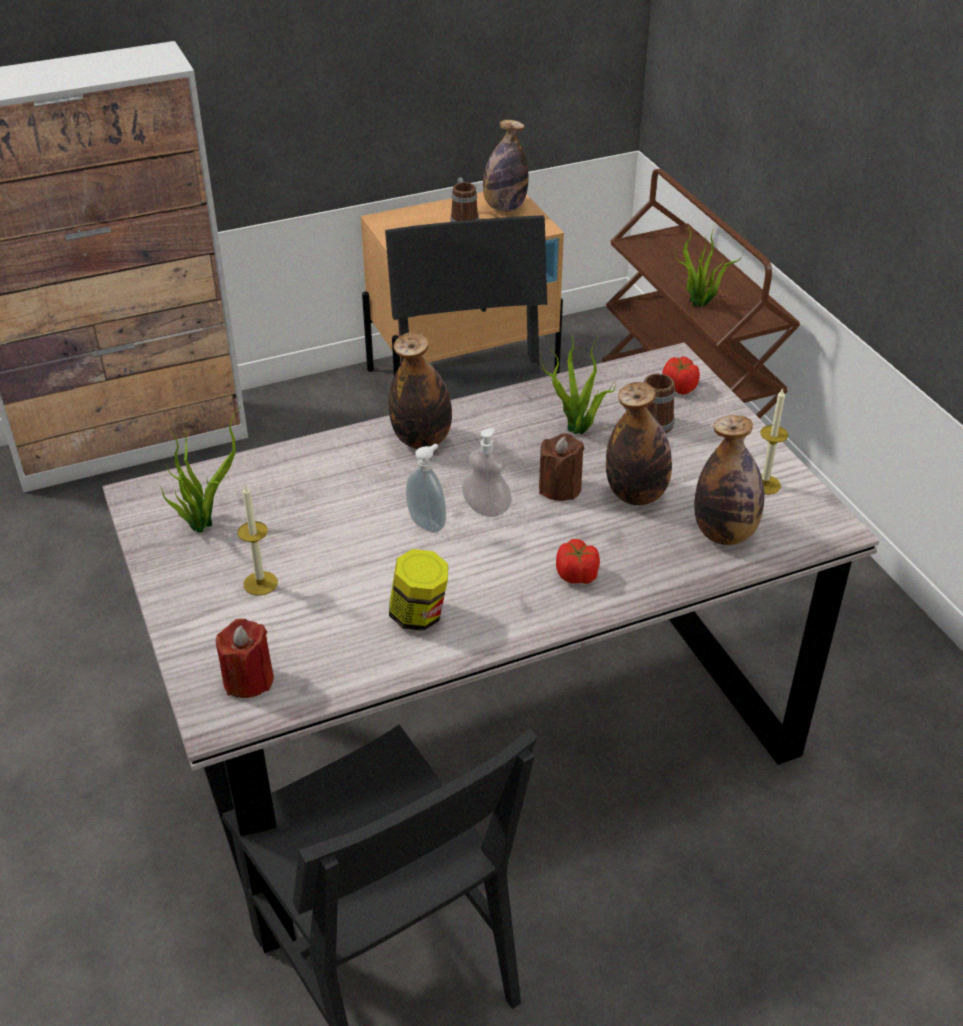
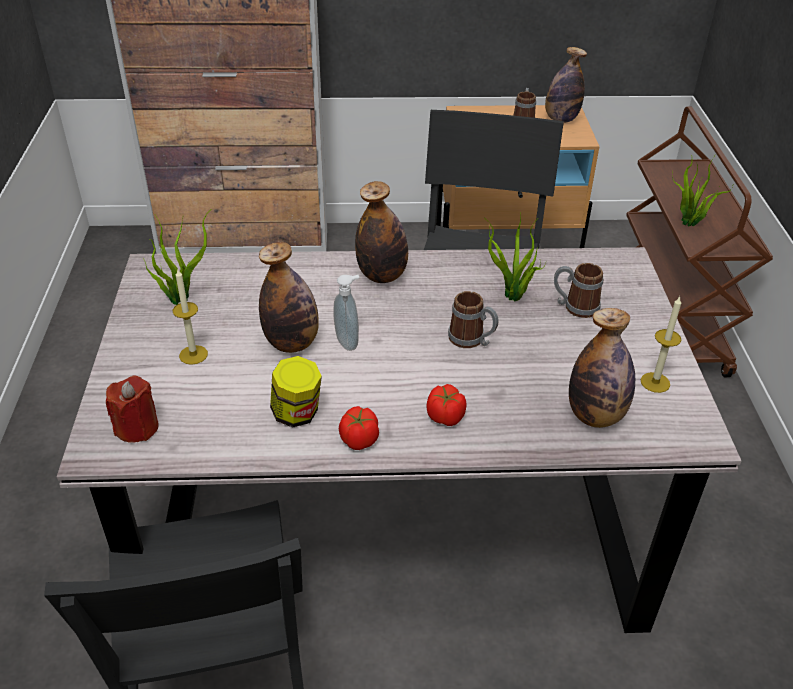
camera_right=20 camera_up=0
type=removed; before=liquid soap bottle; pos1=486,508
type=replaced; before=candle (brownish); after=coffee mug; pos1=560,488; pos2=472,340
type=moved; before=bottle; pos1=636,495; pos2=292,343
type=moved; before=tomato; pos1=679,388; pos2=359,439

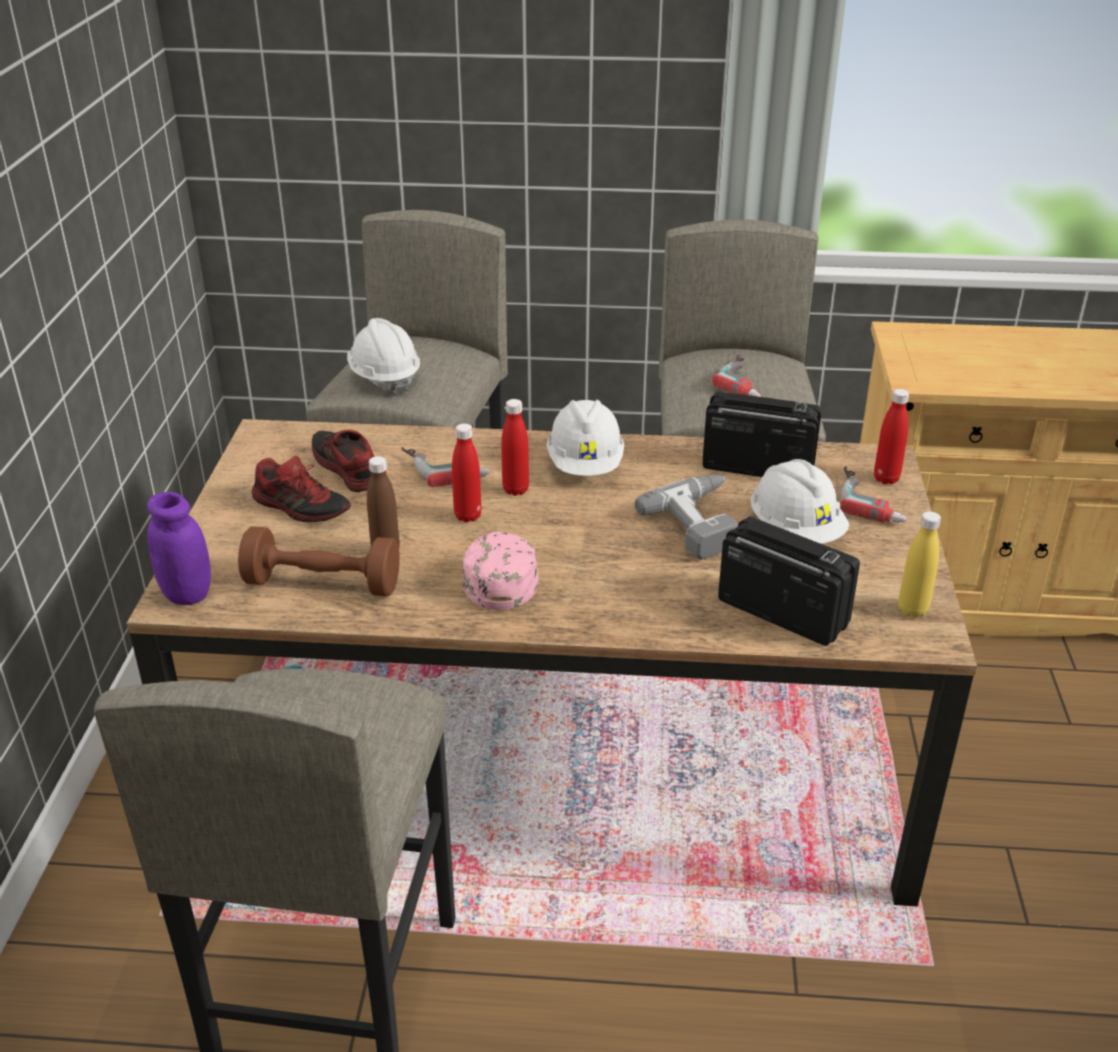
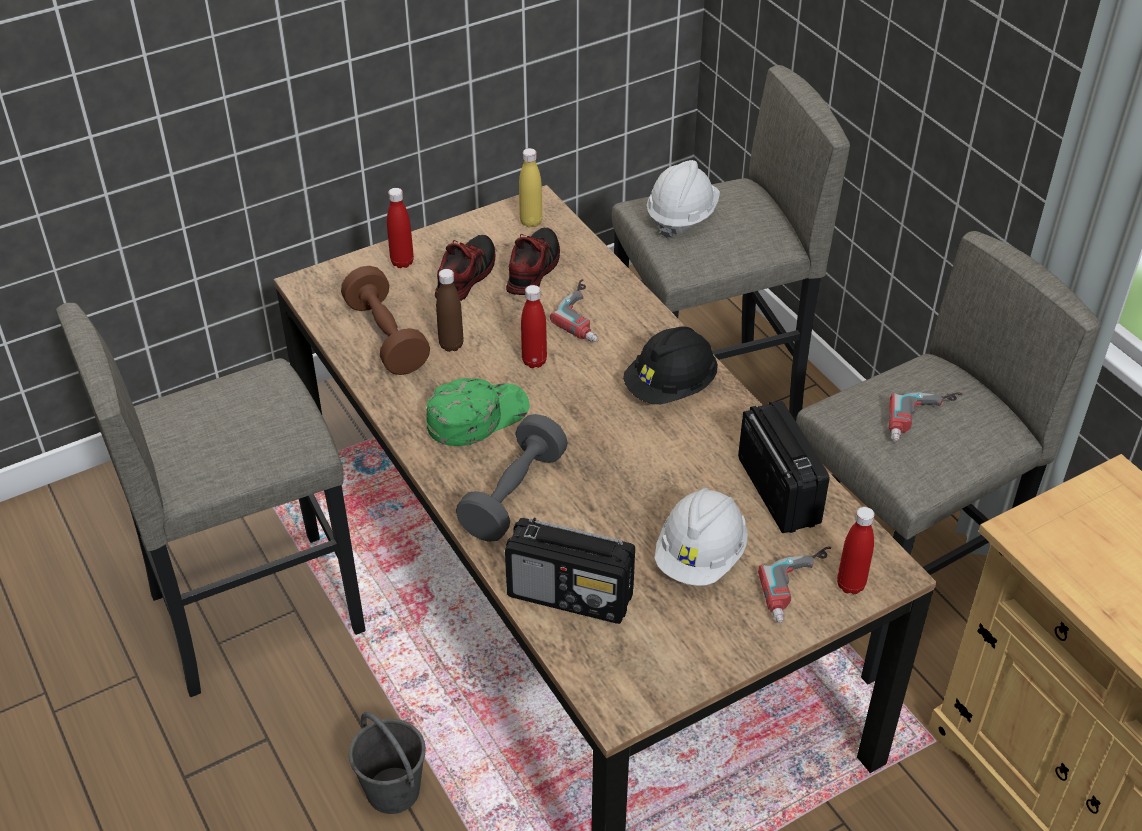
camera_right=55 camera_up=10
type=removed; before=preserve jar (purple-coloured); pos1=187,594
type=turned; before=low shoe; pos1=302,507; pos2=465,276; turn=-150
type=recoloured; before=baseball cap (pink); after=baseball cap (green-coloured); pos1=500,574; pos2=477,415
type=moved; before=bottle (reddish); pos1=515,490; pos2=402,262
type=recoloured; before=safety helmet (white); after=safety helmet (blackish); pos1=585,465; pos2=671,387
type=removed; before=electric drill; pos1=703,523
type=turned; before=radio; pos1=781,612; pos2=571,595; turn=105
type=moved; before=bottle (yellow-coloured); pos1=912,610; pos2=531,222
type=added; after=water bucket (gray); pos2=394,791
type=added; after=hand weight (gray); pos2=513,494

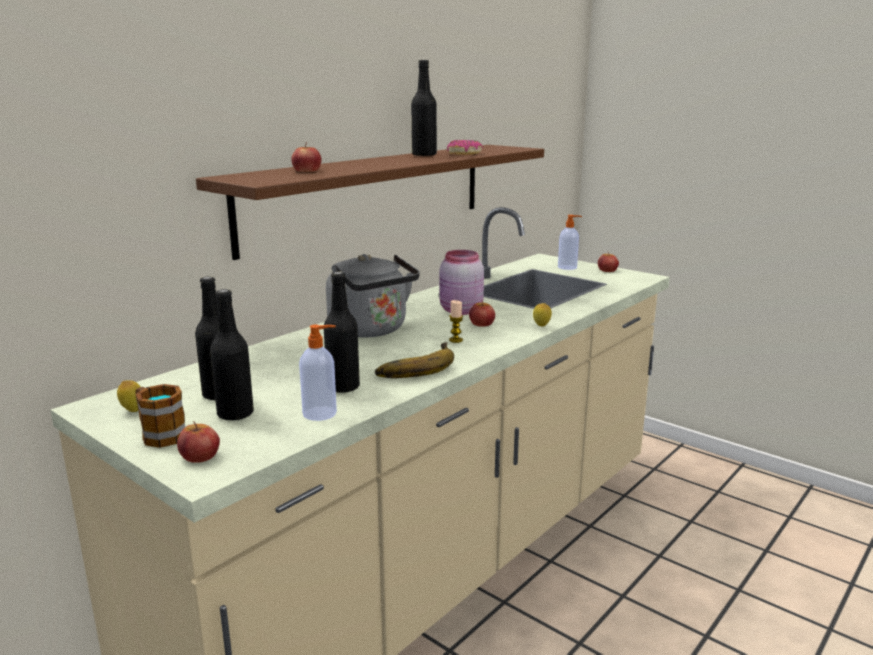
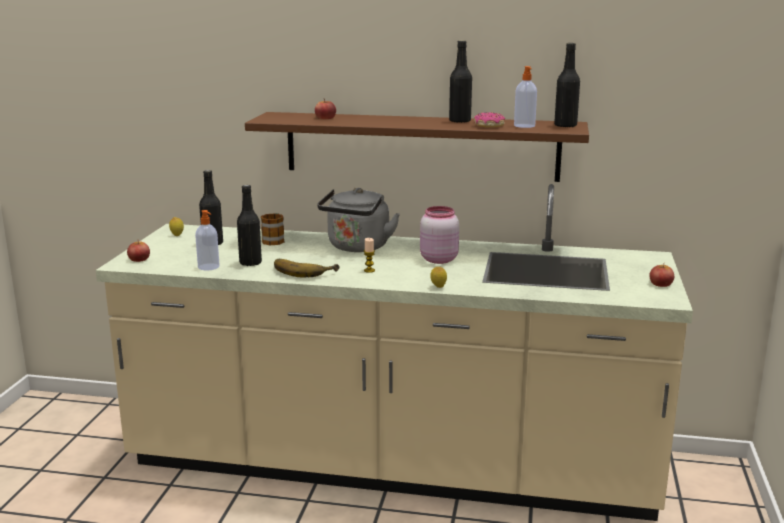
camera_right=60 camera_up=0
type=moved; before=coffee mug; pos1=159,434; pos2=274,240
type=moved; before=bottle (blackish); pos1=235,414; pos2=565,126
type=removed; before=whole apple; pos1=481,323
type=moved; before=liquid soap bottle; pos1=568,267; pos2=524,126

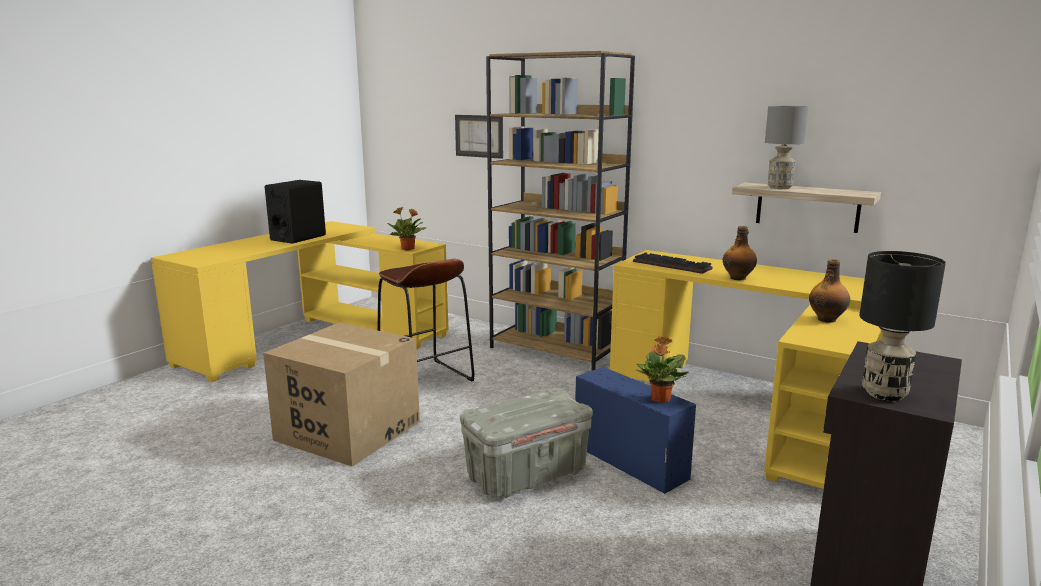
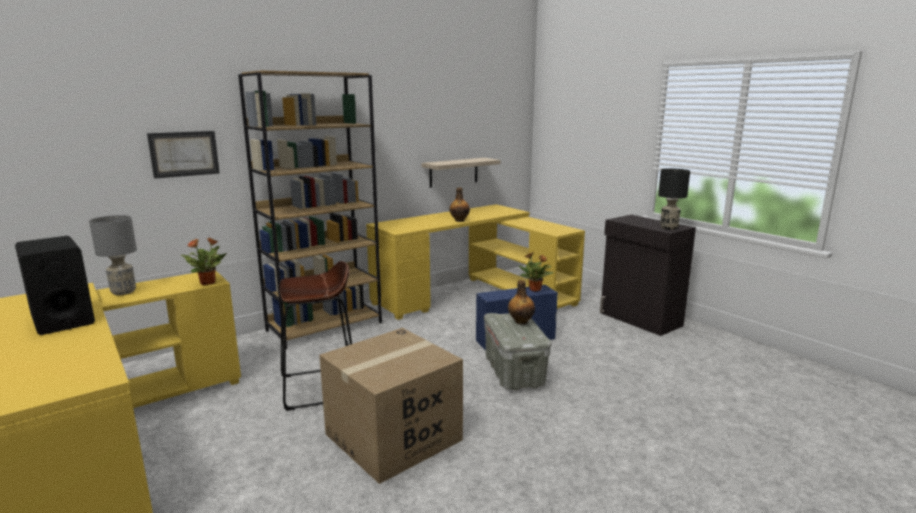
camera_right=-70 camera_up=0
type=removed; before=PC keyboard; pos1=673,265
type=moved; before=lamp for a table (gray); pos1=779,188; pos2=123,292
type=moved; before=bottle; pos1=827,319; pos2=521,322

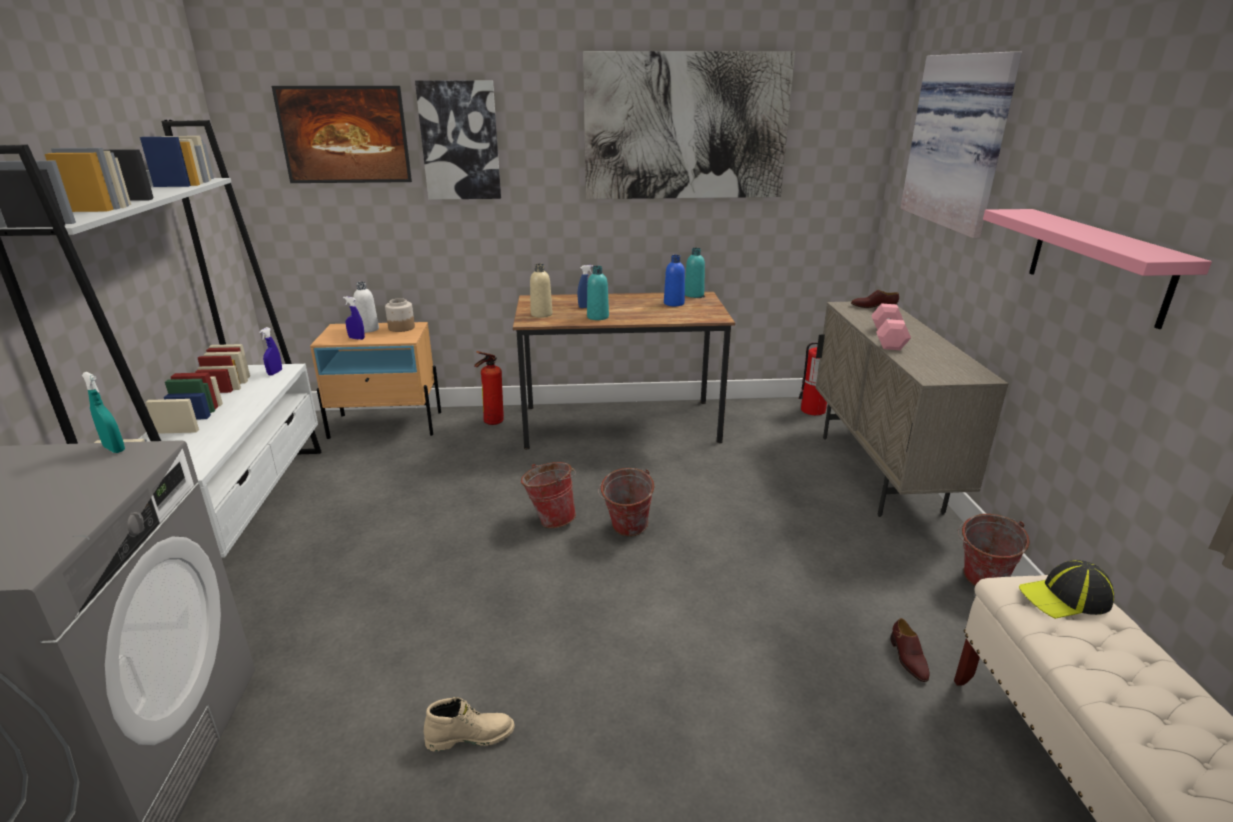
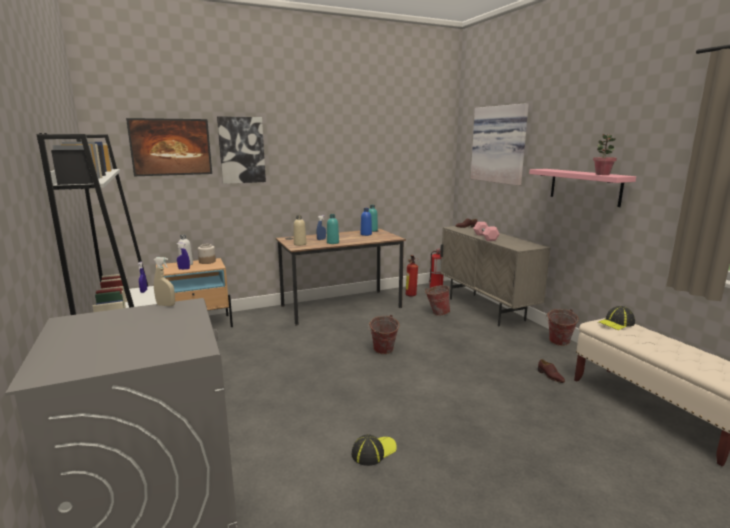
camera_right=-20 camera_up=-10
type=recoloured; before=spray bottle (turquoise); after=spray bottle (beige); pos1=114,449; pos2=166,305
type=replaced; before=high-top boot (beige); after=baseball cap; pos1=470,735; pos2=373,451
type=moved; before=extinguisher; pos1=491,423; pos2=410,295
type=moved; before=water bucket; pos1=550,519; pos2=436,313
type=removed; before=wall picture; pos1=686,127
type=added; after=potted plant; pos2=602,174

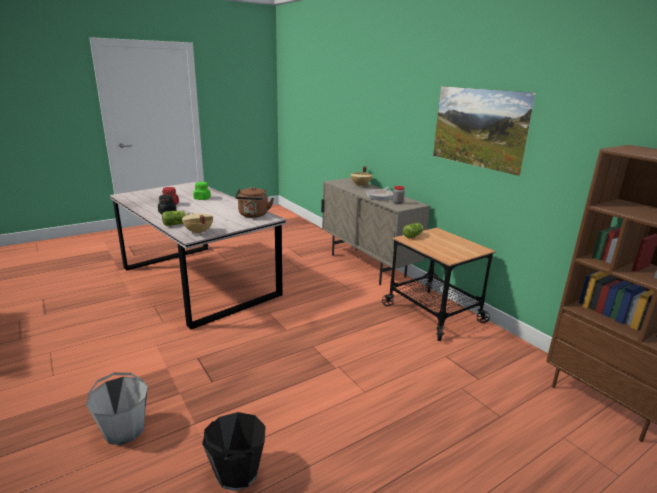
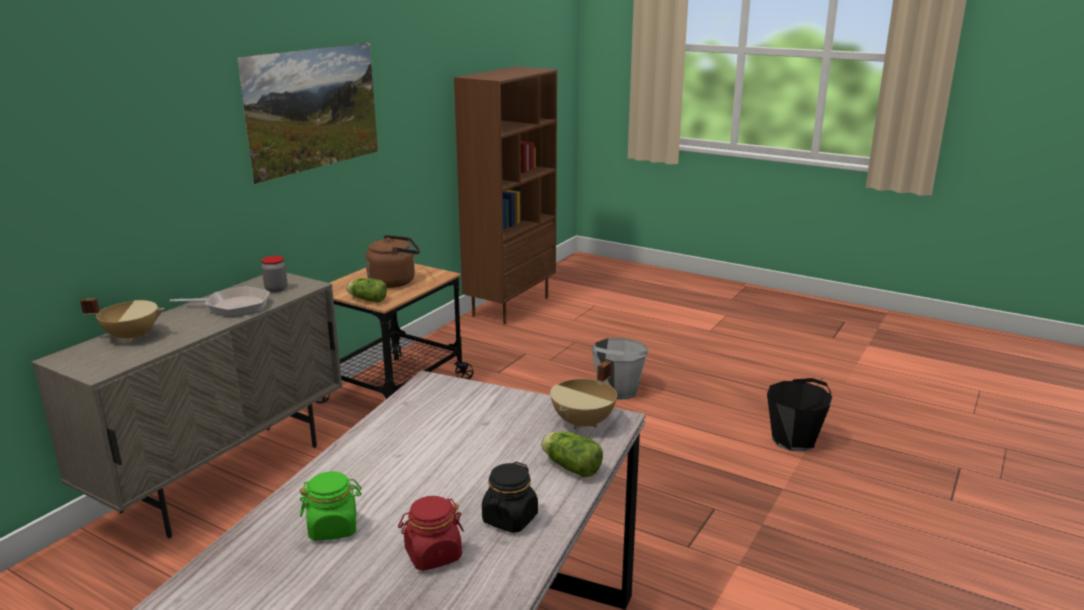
camera_right=-115 camera_up=0
type=moved; before=water bucket (gray); pos1=124,430; pos2=618,390
type=moved; before=kettle (brownish); pos1=253,215; pos2=395,281

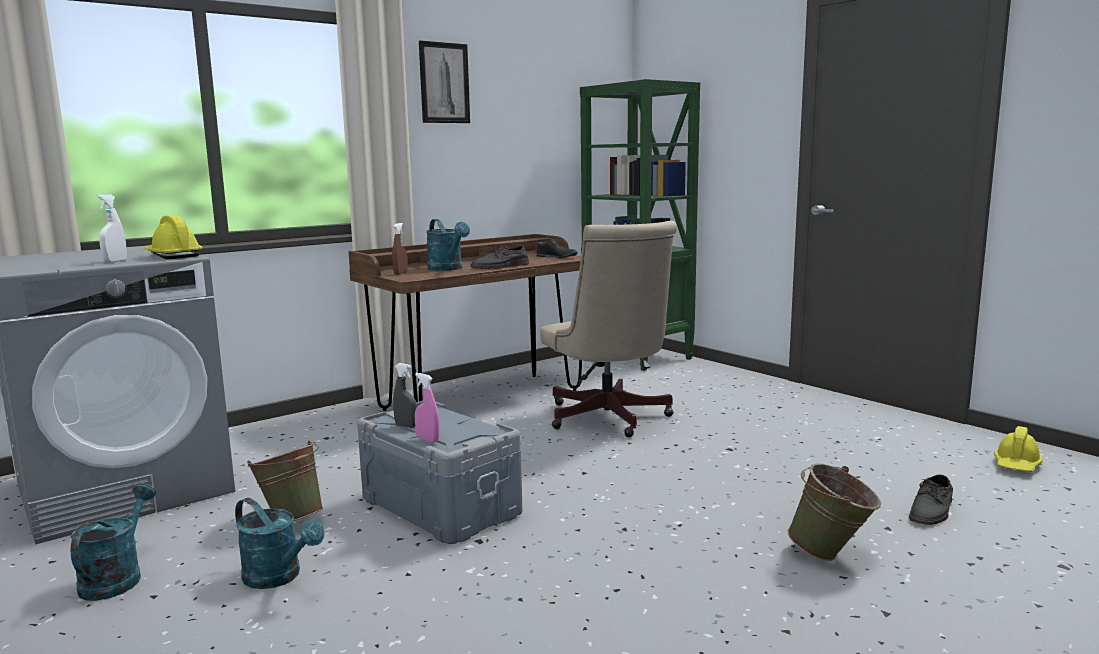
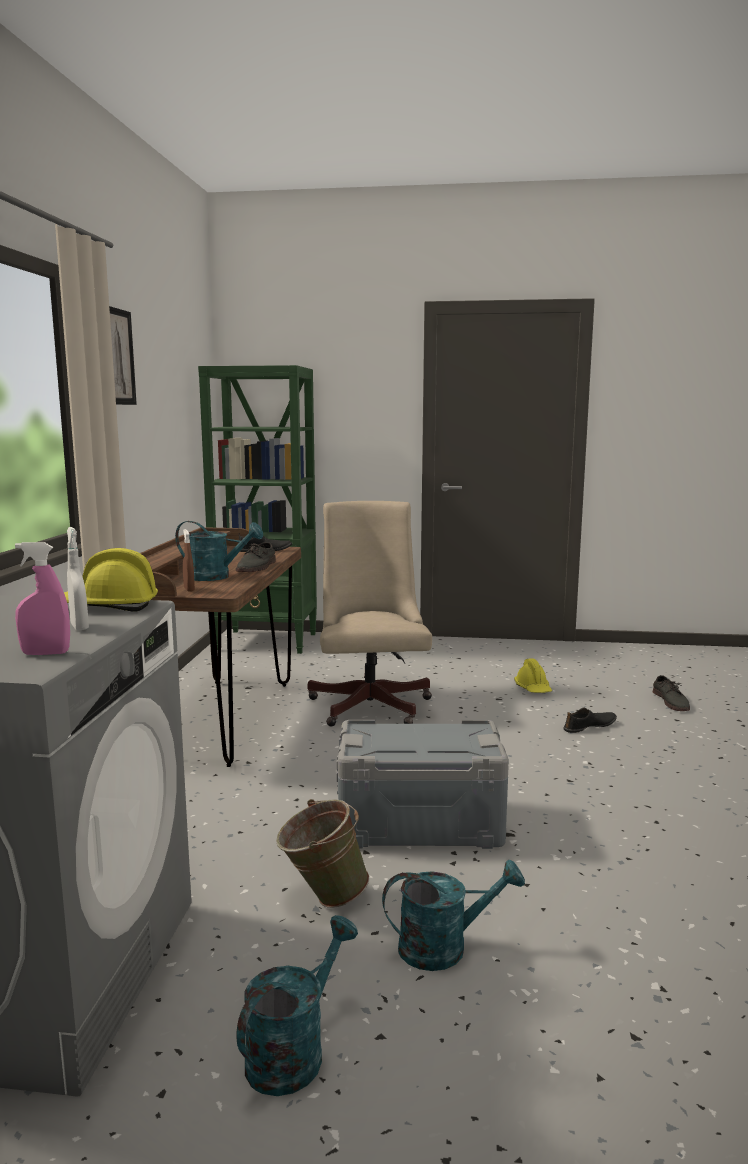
camera_right=-45 camera_up=0
type=turned; before=watering pot (turquoise); pos1=116,578; pos2=294,1050; turn=75
type=removed; before=spray bottle (gray); pos1=406,426
type=moved; before=spray bottle (pink); pos1=427,440; pos2=45,653
type=turned; before=office chair (beige); pos1=609,419; pos2=371,703; turn=-120
type=removed; before=water bucket (green-coloured); pos1=832,555
type=moved; before=safety helmet (yellow-coloured); pos1=1017,465; pos2=533,689
type=added; after=low shoe (blackish); pos2=590,726

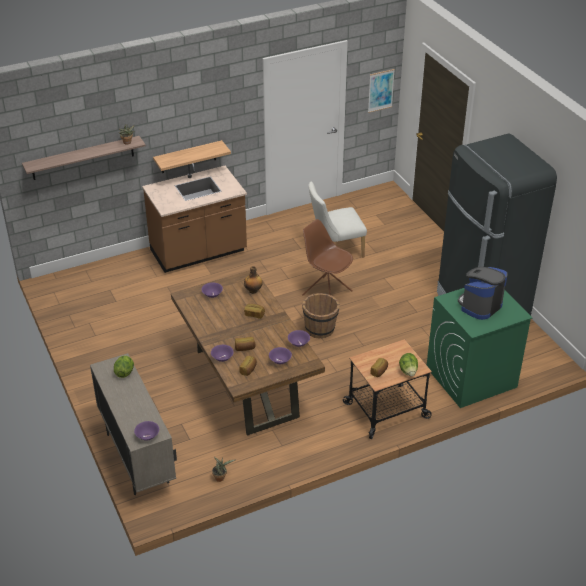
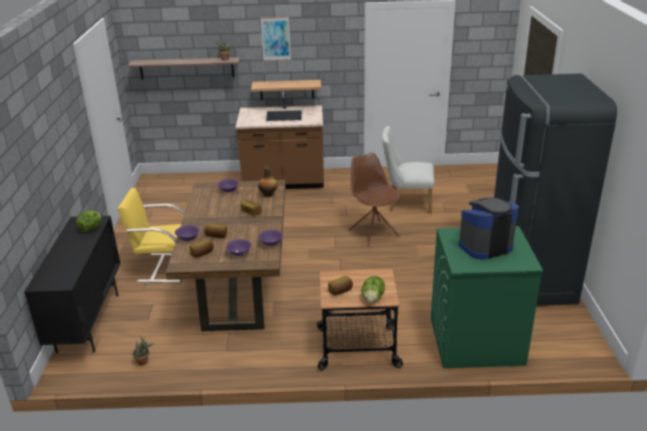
camera_right=25 camera_up=-10
type=recoloured; before=cupboard (beige); after=cupboard (blackish); pos1=137,458; pos2=89,322
type=removed; before=deep dish (purple-coloured); pos1=147,436
type=removed; before=water bucket (brownish); pos1=320,329
type=moved; before=wall picture; pos1=380,90; pos2=275,39
type=added; after=chair (yellow-coloured); pos2=164,267

